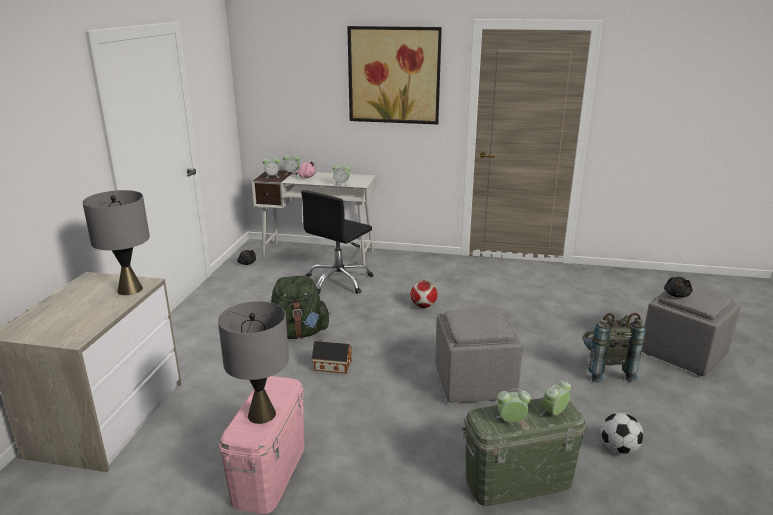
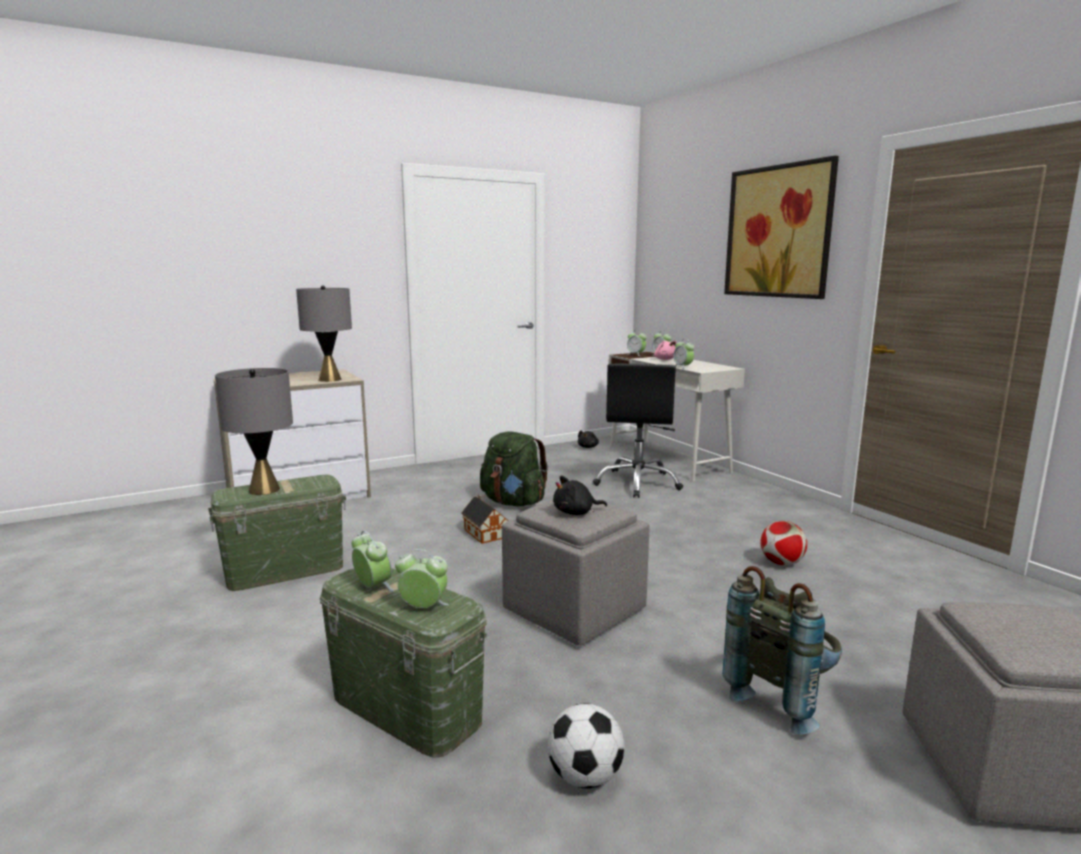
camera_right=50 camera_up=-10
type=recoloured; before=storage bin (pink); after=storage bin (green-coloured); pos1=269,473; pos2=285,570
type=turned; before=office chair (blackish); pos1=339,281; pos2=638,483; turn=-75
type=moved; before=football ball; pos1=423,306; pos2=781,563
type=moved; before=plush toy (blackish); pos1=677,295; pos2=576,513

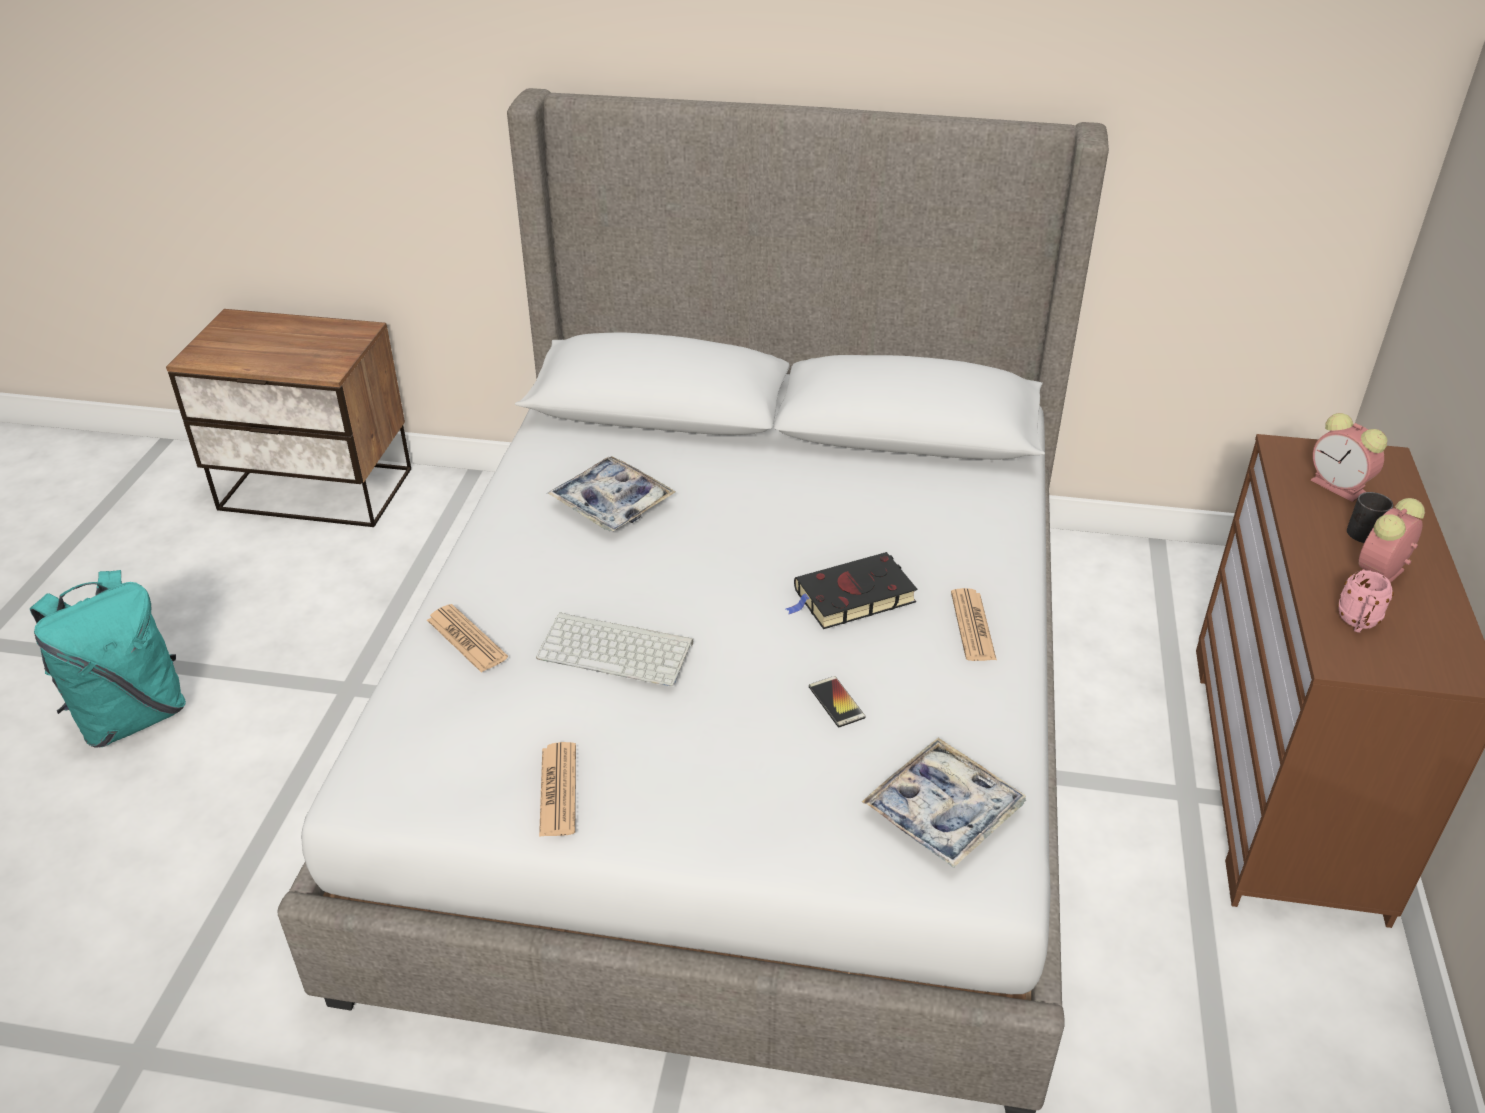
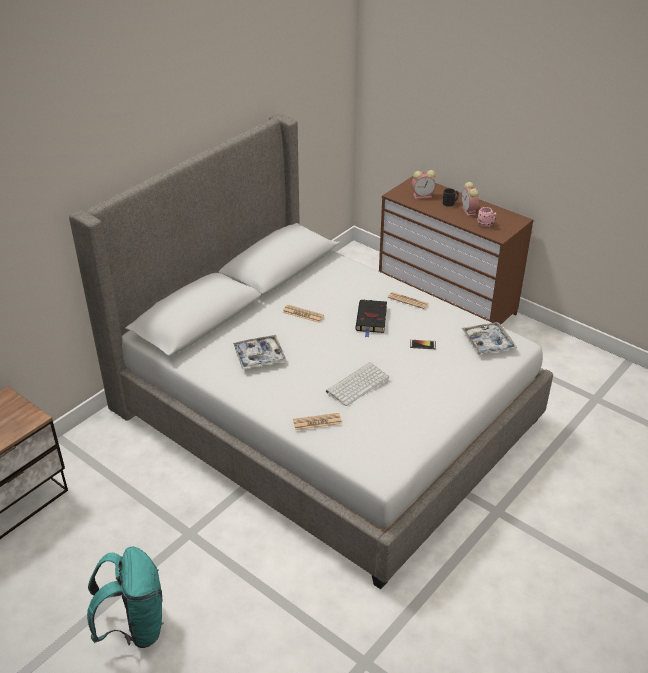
camera_right=-60 camera_up=0
type=moved; before=newspaper; pos1=558,790; pos2=303,314

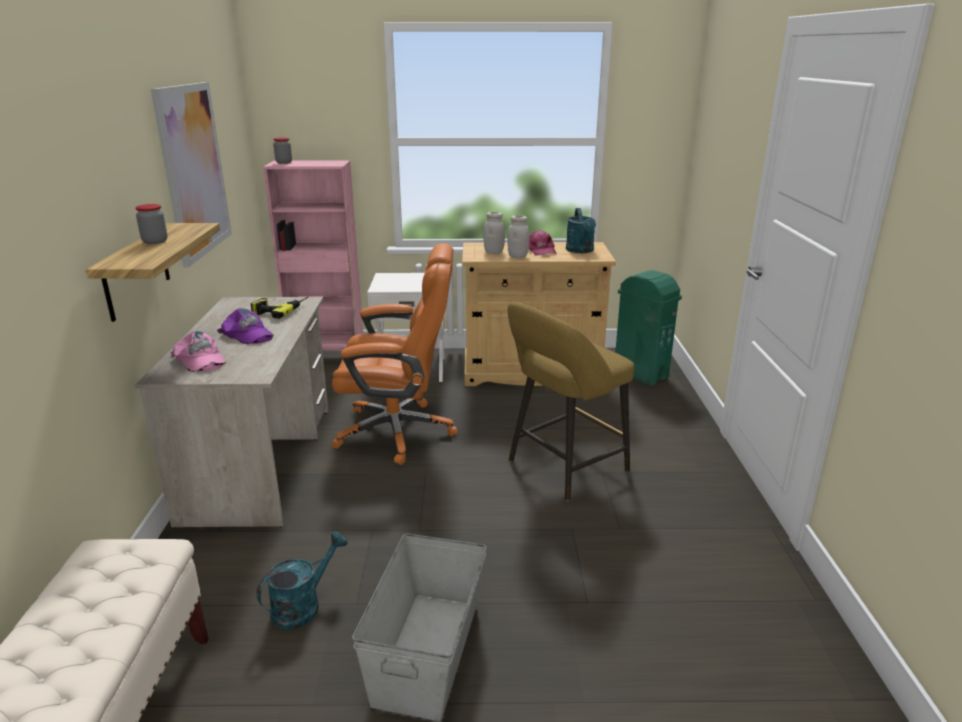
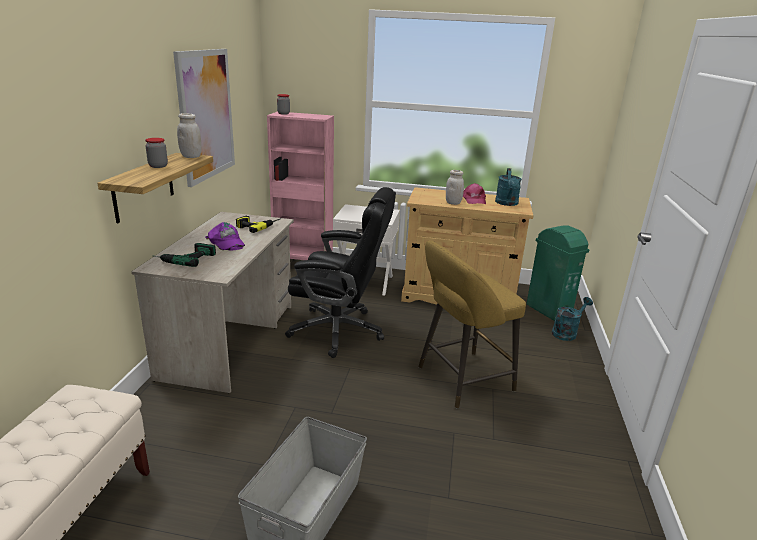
camera_right=10 camera_up=0
type=replaced; before=baseball cap (pink); after=electric drill; pos1=199,359; pos2=184,258
type=moved; before=watering pot (turquoise); pos1=303,606; pos2=566,332
type=recoloured; before=office chair (orangey); after=office chair (blackish); pos1=398,431; pos2=339,331
type=moved; before=preserve jar (white); pos1=494,252; pos2=191,156

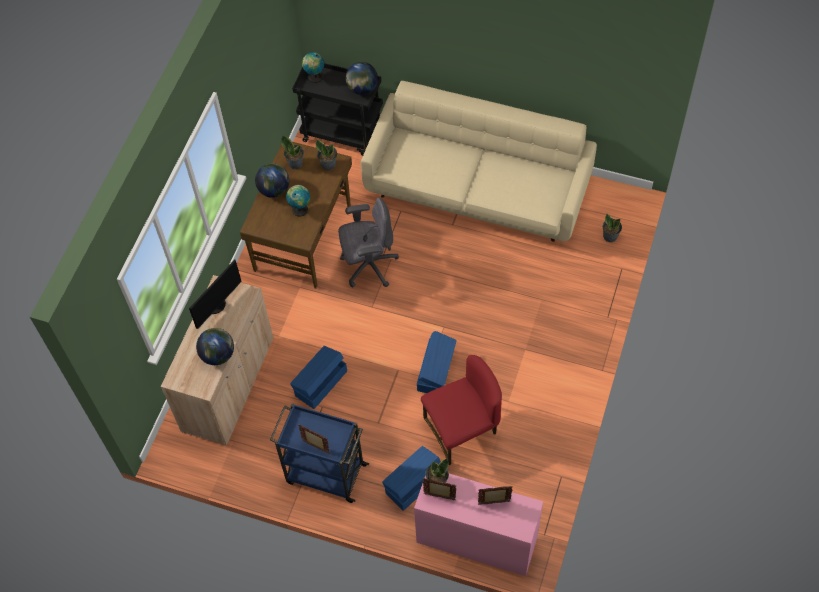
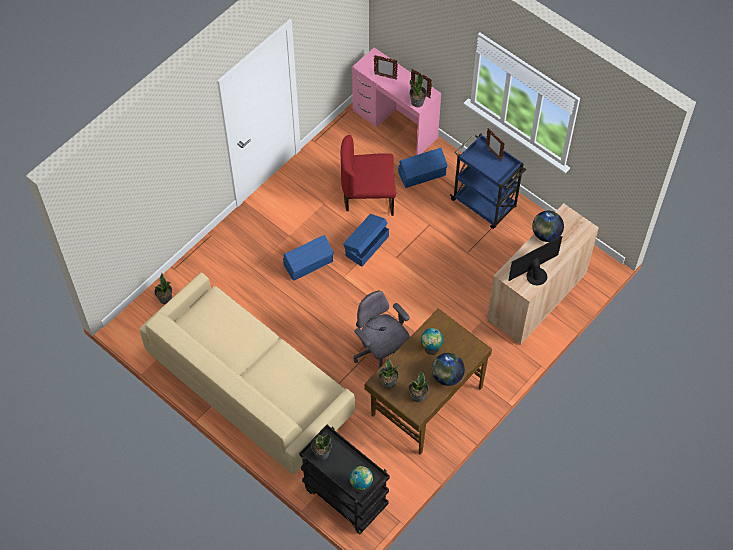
camera_right=-160 camera_up=0
type=moved; before=storage bin (bluish); pos1=320,383; pos2=309,263
type=turned; before=office chair (gray); pos1=368,265; pos2=380,353; turn=45
type=replaced; before=world globe; after=potted plant; pos1=362,88; pos2=321,453

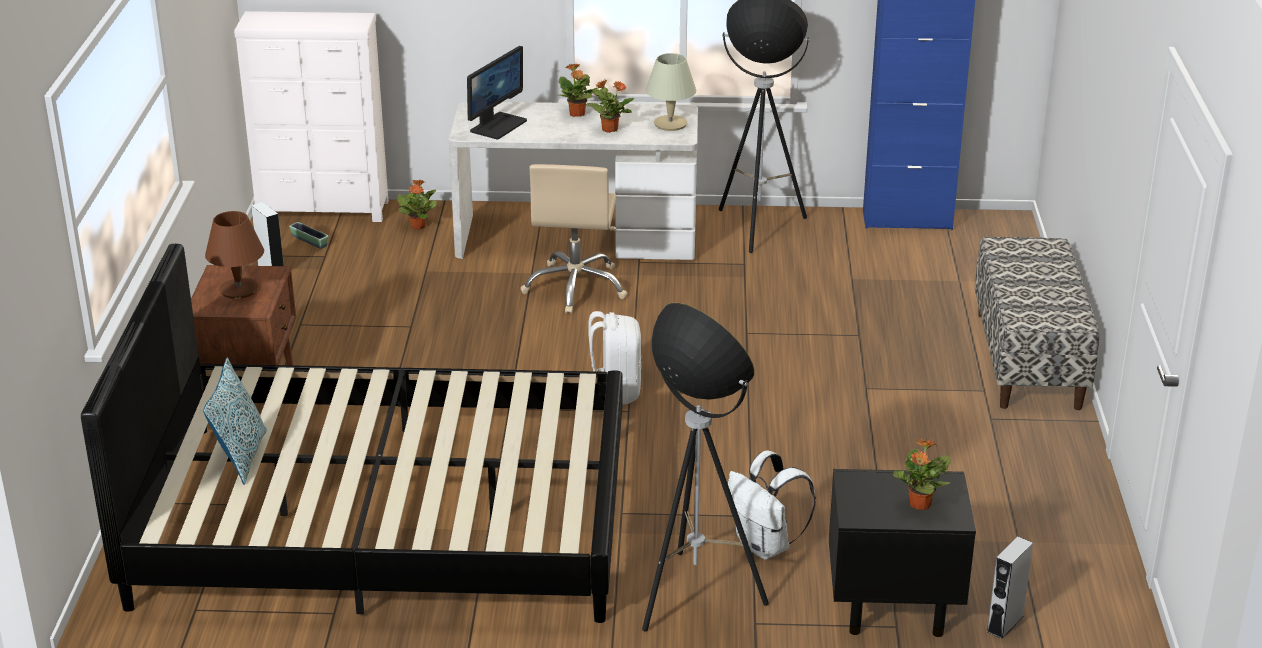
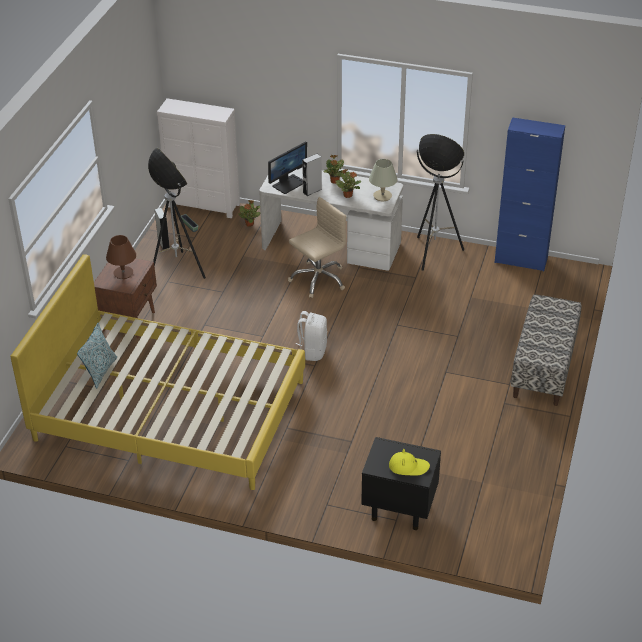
camera_right=15 camera_up=10
type=recoloured; before=sleeping bed (blackish); after=sleeping bed (yellow-coloured); pos1=385,518; pos2=170,409
type=turned; before=office chair (beige); pos1=576,287; pos2=318,279; turn=-150
type=moved; before=standard lamp; pos1=693,597; pos2=177,271
type=removed; before=rucksack (white); pos1=766,546
type=replaced; before=potted plant; after=wearable hat (yellow-coloured); pos1=919,505; pos2=408,466
type=moved; before=speaker (gray); pos1=1005,623; pos2=312,191

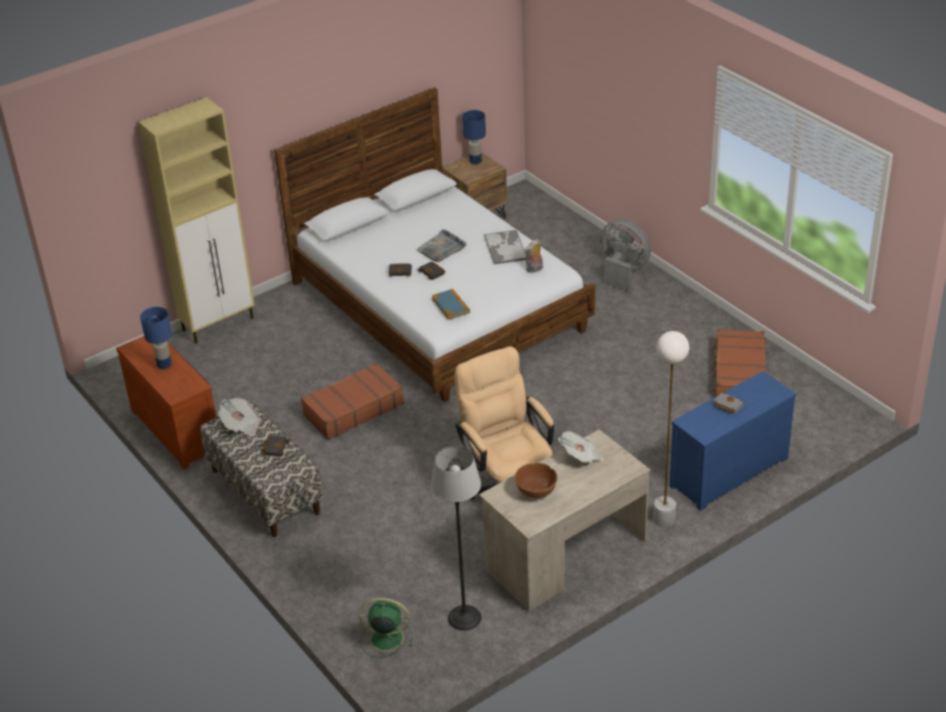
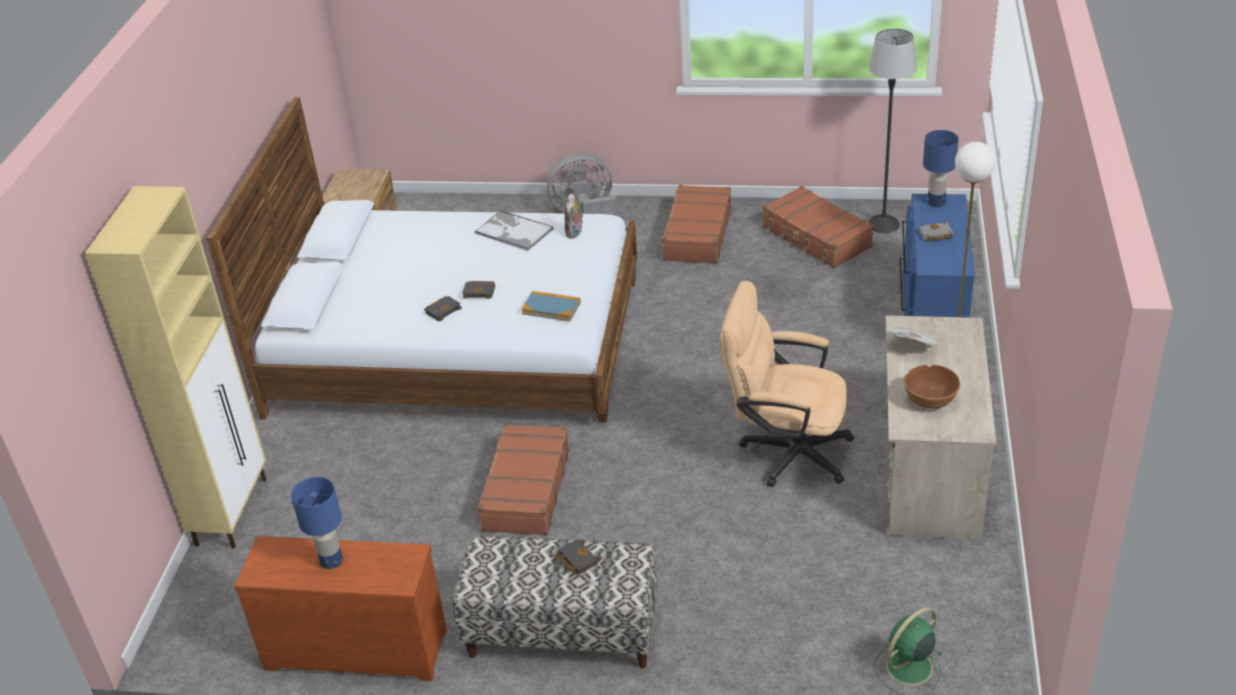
camera_right=-45 camera_up=0
type=removed; before=newspaper; pos1=241,425
type=removed; before=tray (gray); pos1=441,248
type=moved; before=standard lamp; pos1=464,618; pos2=883,224
type=moved; before=lamp for a table (bluish); pos1=475,161; pos2=935,203
type=added; after=travel case (brownish); pos2=696,234

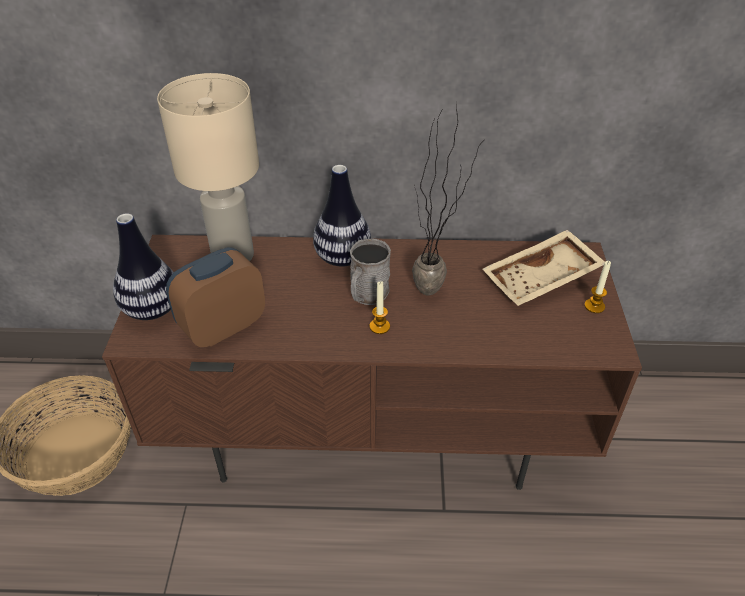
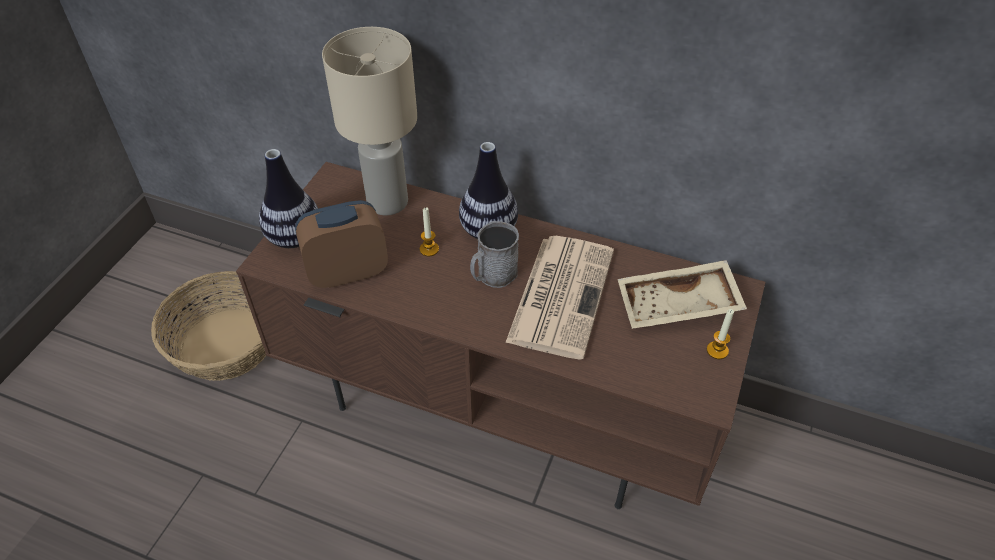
camera_right=20 camera_up=5
type=moved; before=candle; pos1=379,326; pos2=429,249
type=replaced; before=potted plant; after=newspaper; pos1=437,295; pos2=561,294

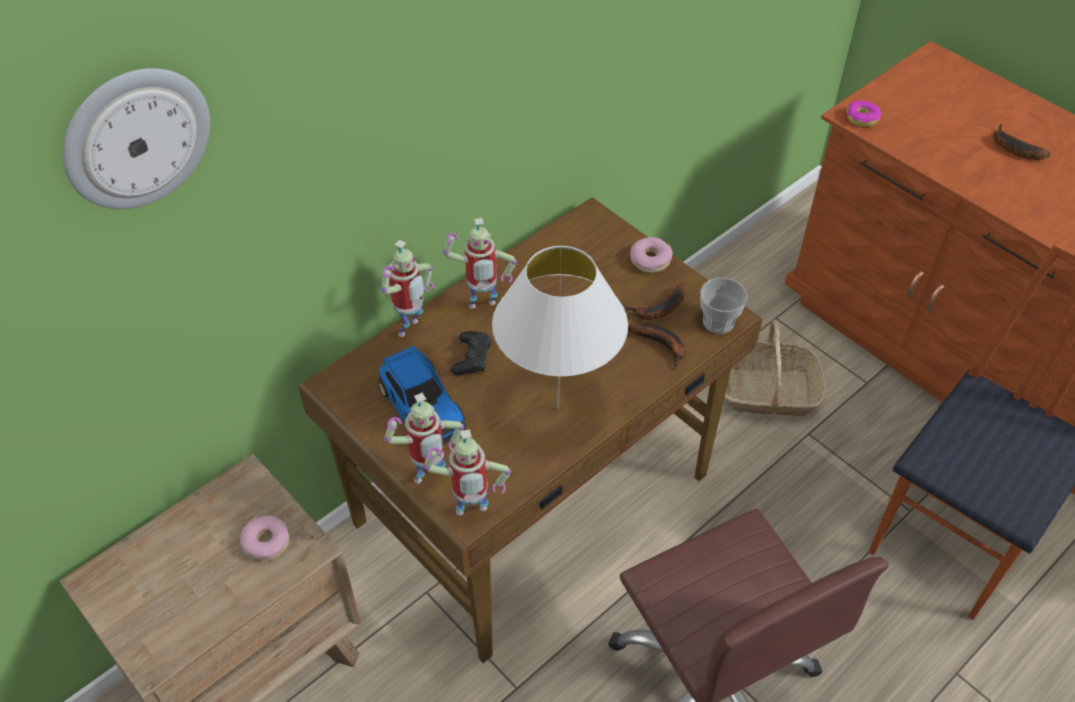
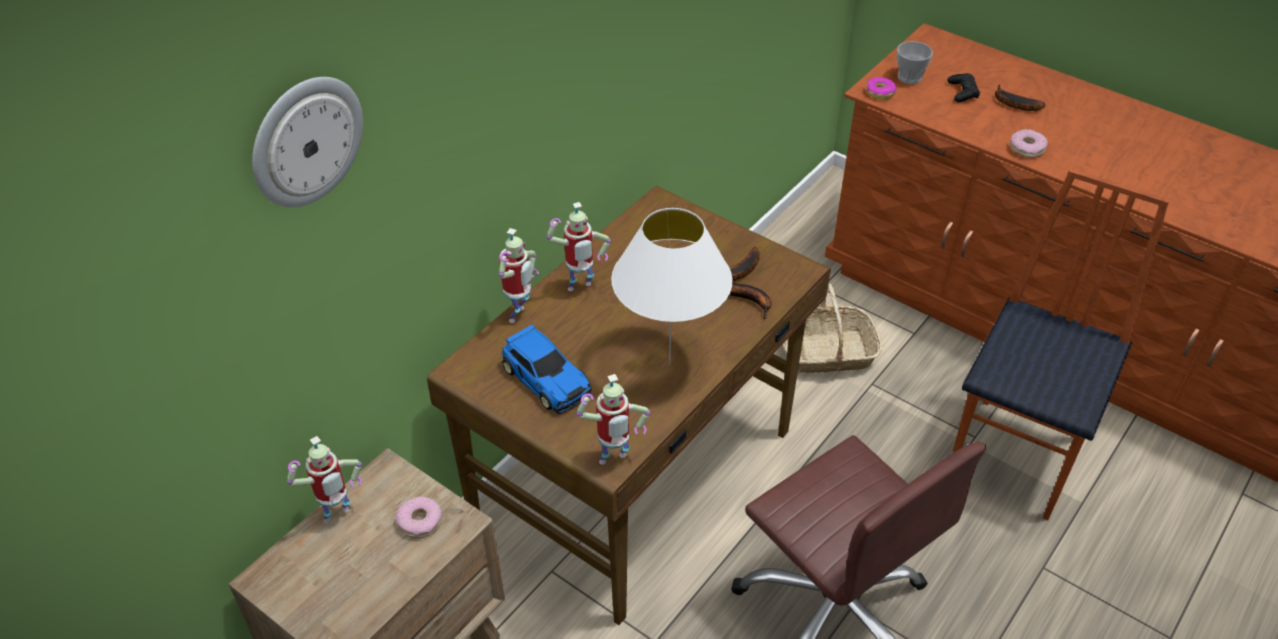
camera_right=-10 camera_up=-5
type=moved; before=toy robot; pos1=429,479; pos2=338,518
type=moved; before=game controller (blackish); pos1=472,357; pos2=962,92
type=moved; before=doughnut; pos1=650,260; pos2=1027,148
type=moved; before=drinking cup; pos1=718,322; pos2=909,77

